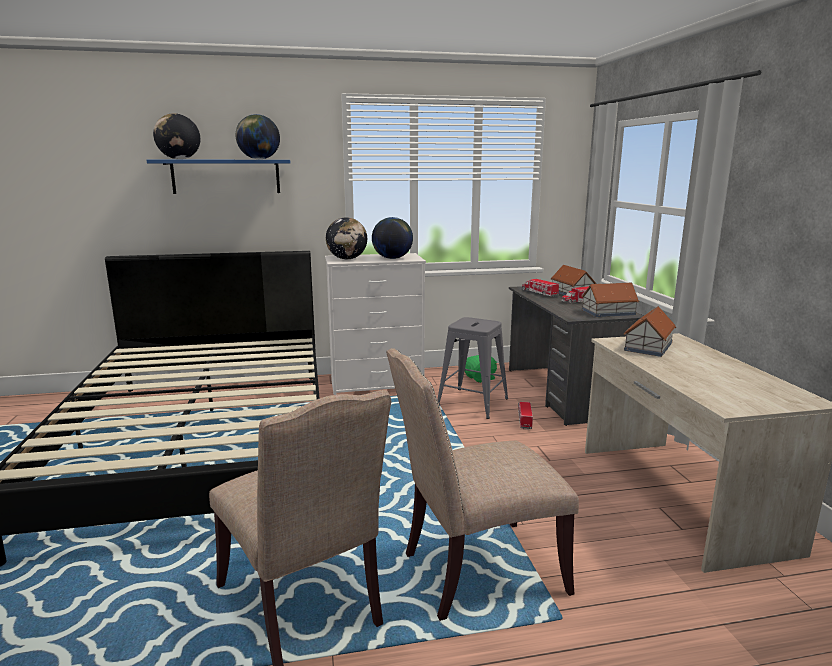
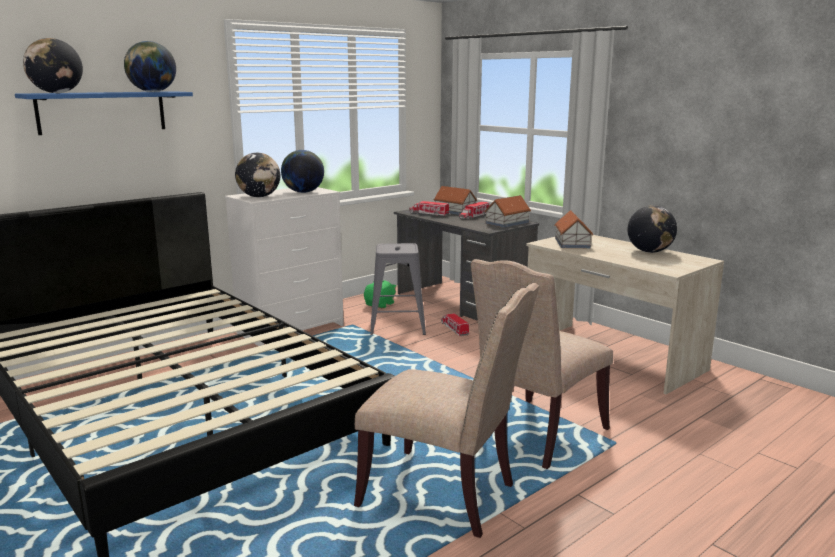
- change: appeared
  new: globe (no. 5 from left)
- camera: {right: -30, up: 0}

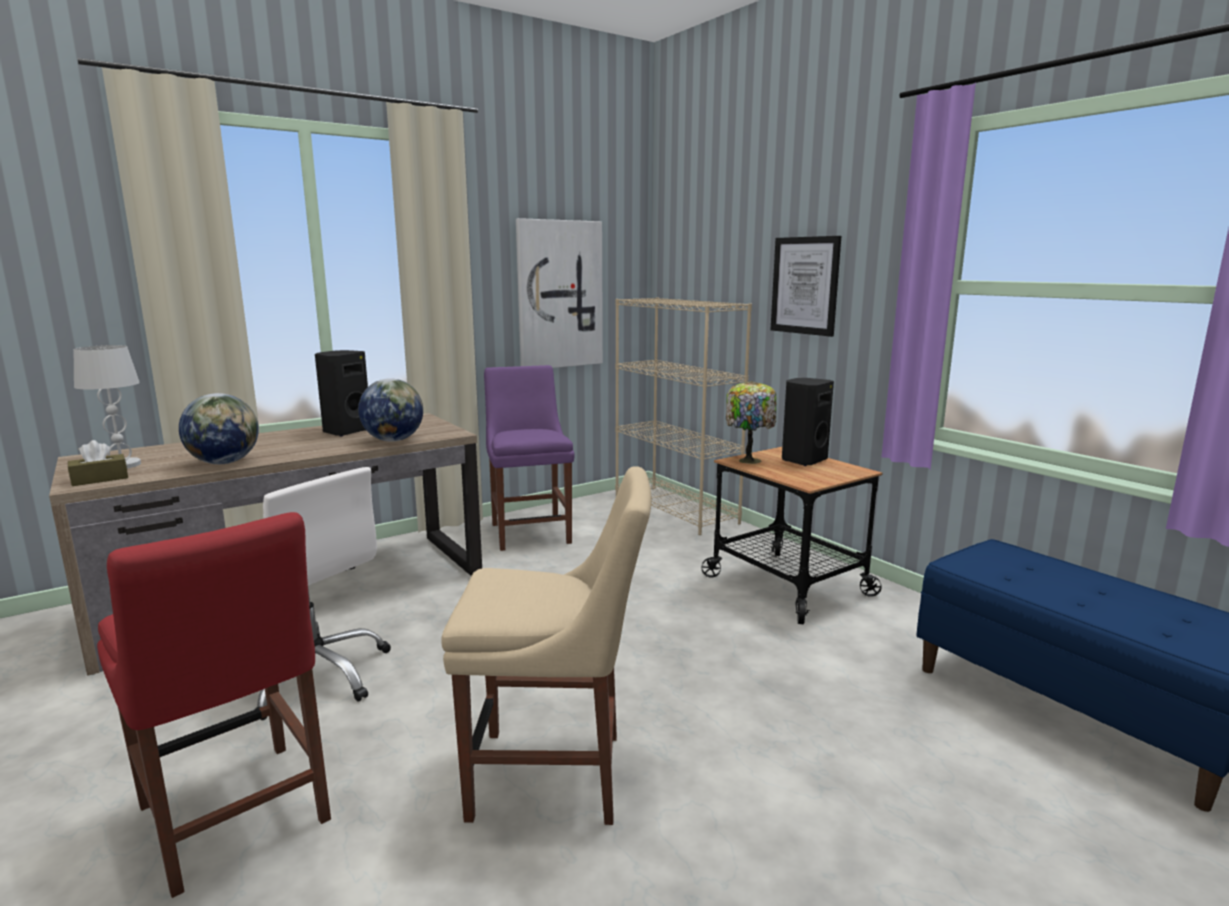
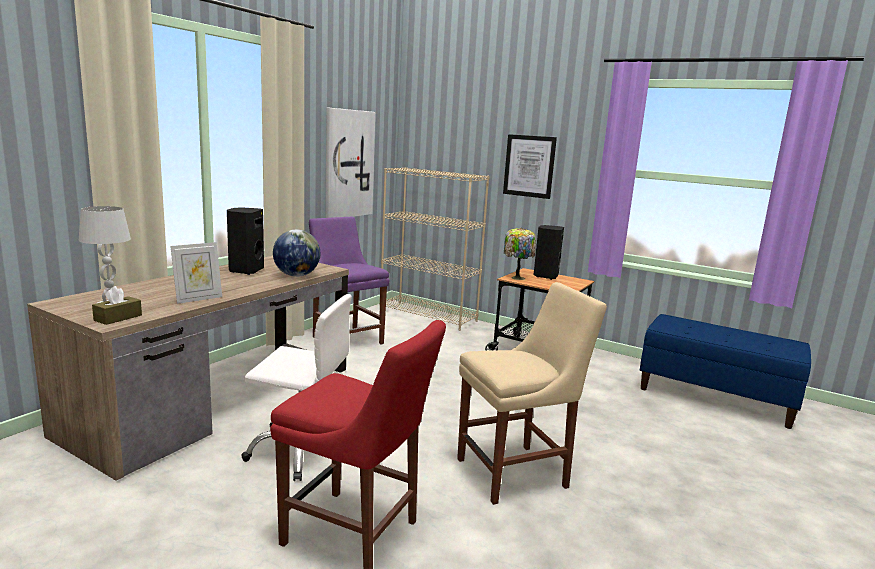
- change: exchanged
  old: globe (no. 1 from left)
  new: standing frame
- camera: {right: -25, up: 0}

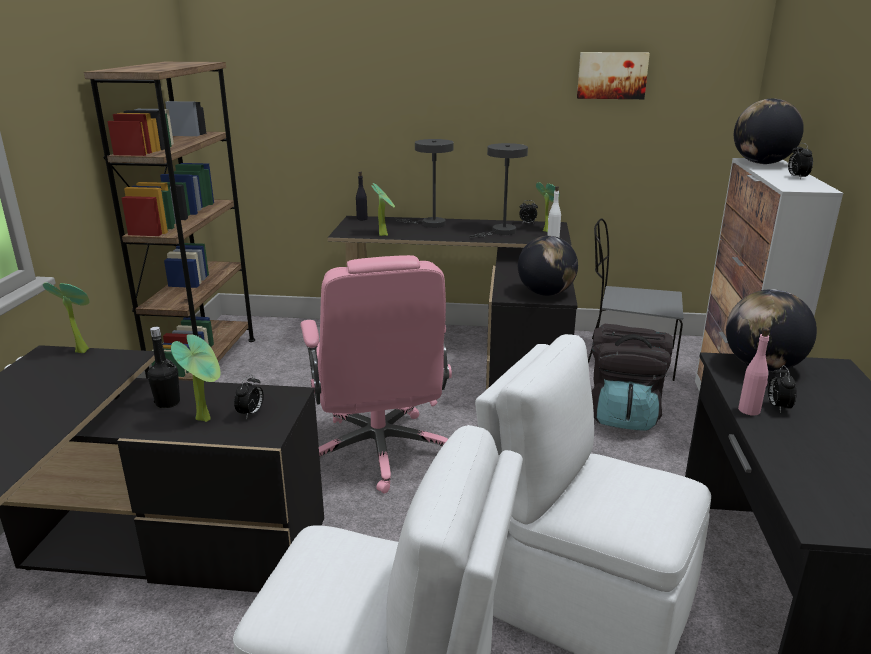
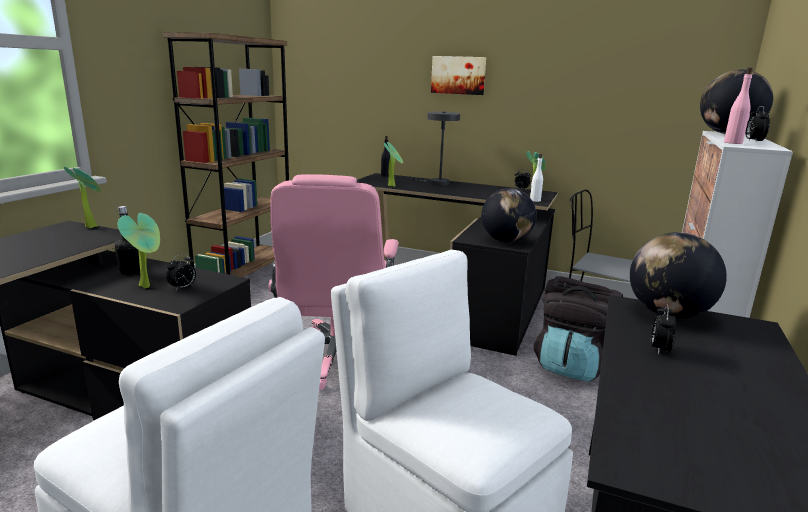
- change: relocated
  old: picture
- change: relocated
  old: bottle (pink)
- change: missing
  old: lamp for a table (gray) (no. 2 from left)
- camera: {right: 15, up: -5}

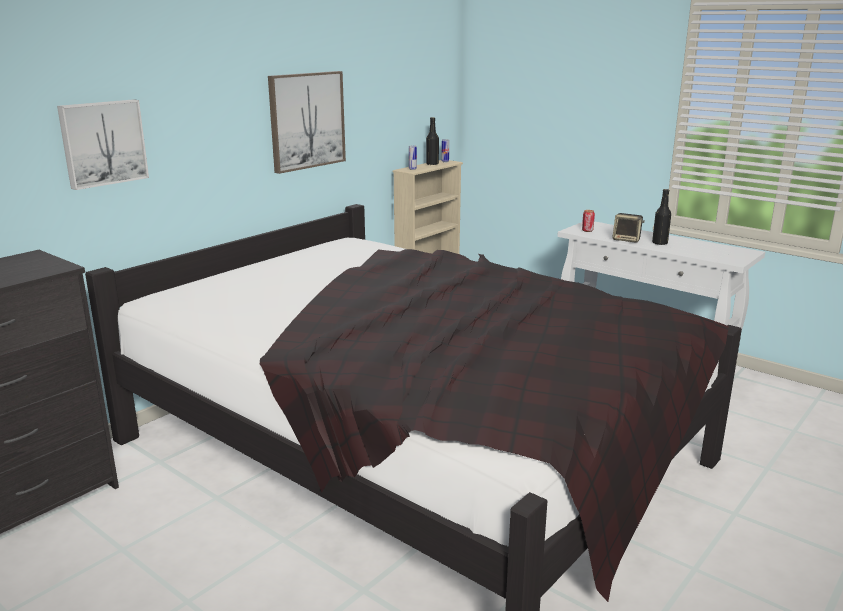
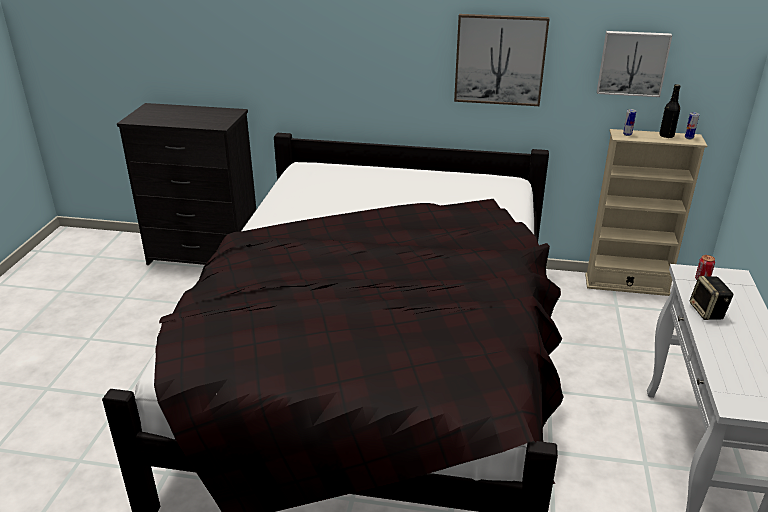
- change: relocated
  old: picture (no. 1 from left in the first image)
  new: picture (no. 2 from left)
- change: missing
  old: bottle (black) (no. 2 from left)
- camera: {right: 60, up: 10}

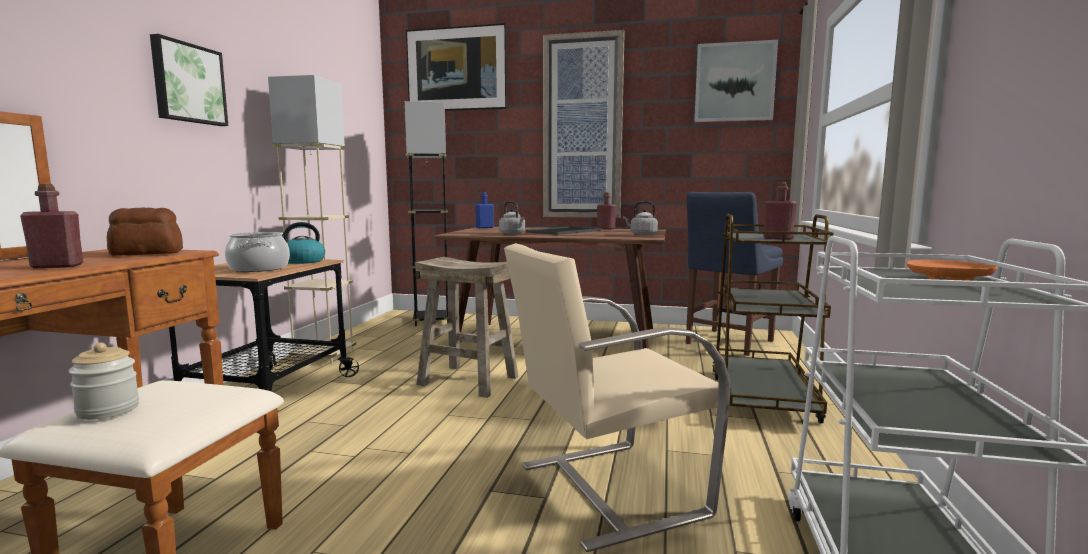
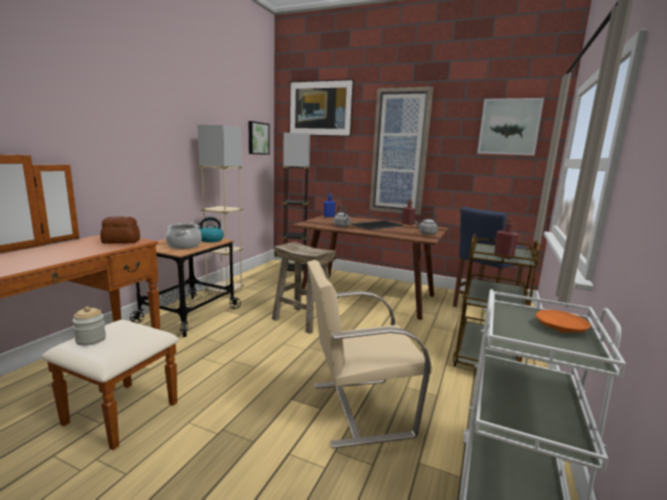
- change: relocated
  old: picture (no. 1 from left)
- change: missing
  old: bottle (reddish) (no. 1 from left)
- camera: {right: 10, up: 5}

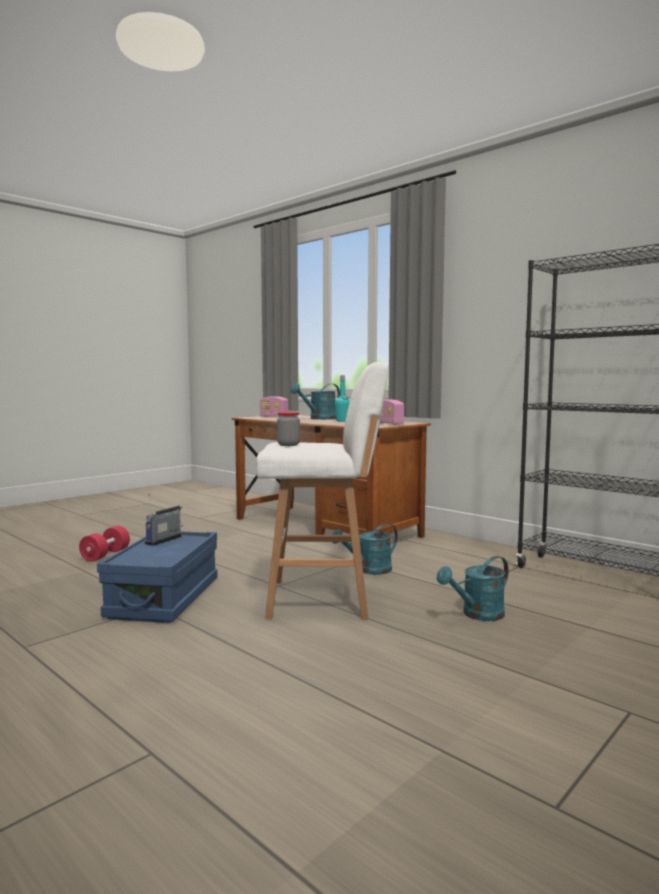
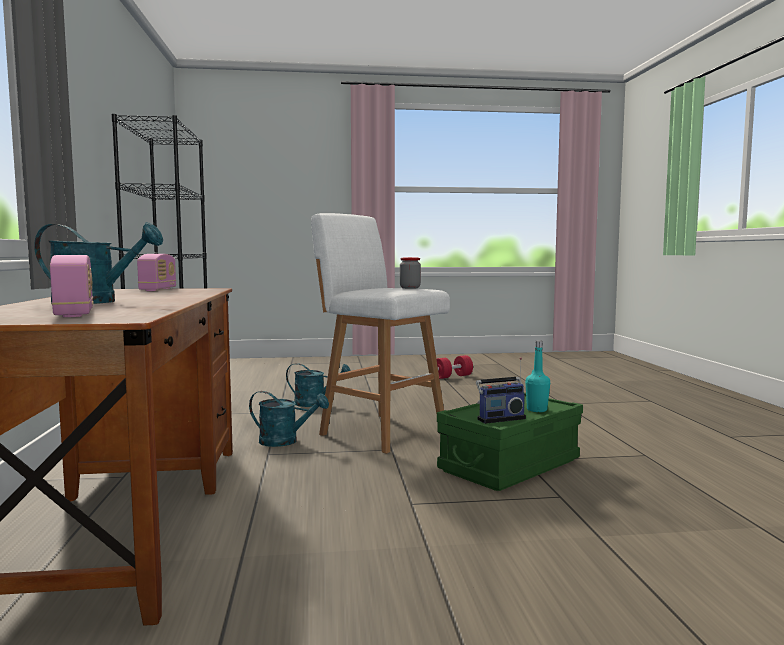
- change: relocated
  old: hand weight (reddish)
- change: colour
  old: storage bin (bluish)
  new: storage bin (greenish)
- change: relocated
  old: bottle (turquoise)
- camera: {right: -140, up: 0}

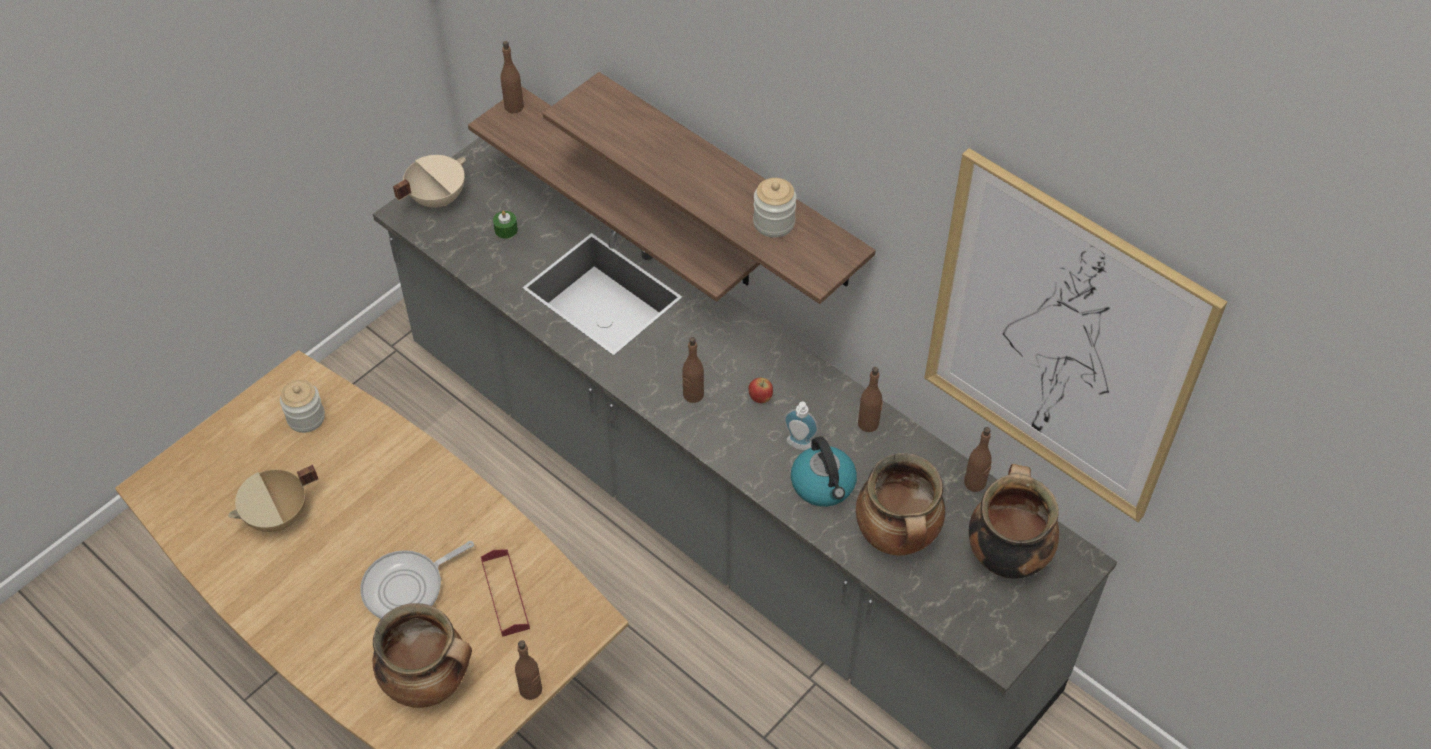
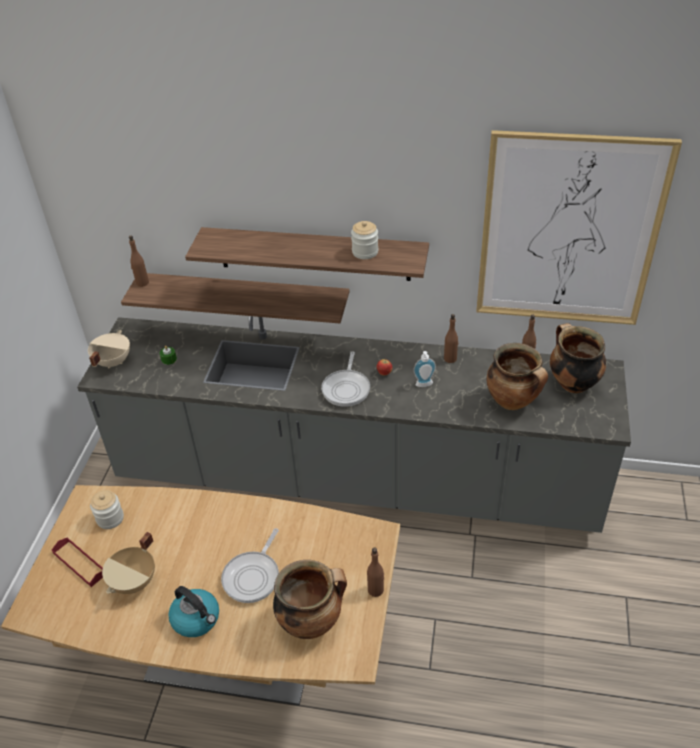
- change: relocated
  old: tray (reddish)
- change: relocated
  old: tea kettle
- change: exchanged
  old: bottle (brown-coloured) (no. 3 from left)
  new: frying pan (no. 2 from left)
- camera: {right: -30, up: -10}

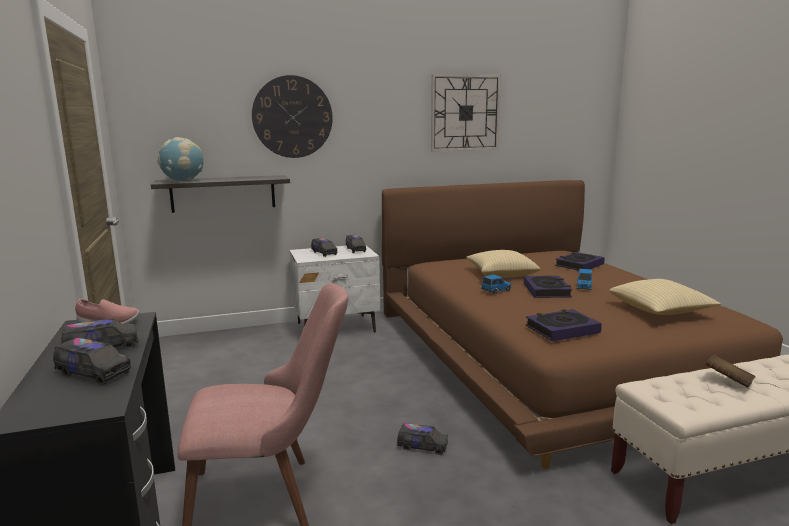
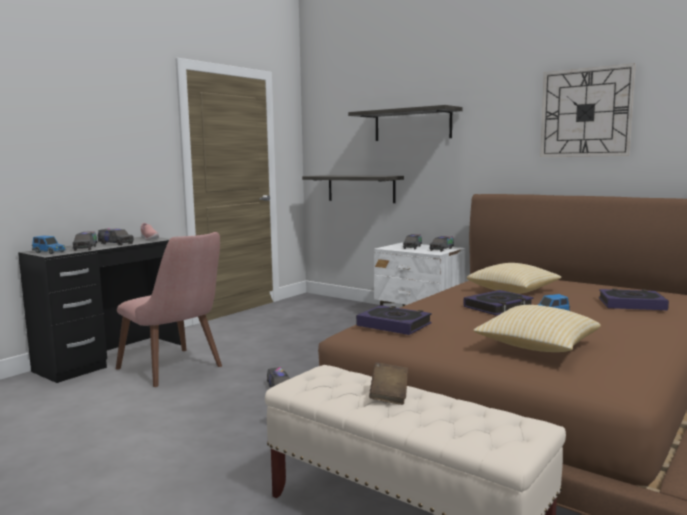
- change: relocated
  old: model car (no. 1 from left)
- change: exchanged
  old: hanging clock (no. 1 from left)
  new: wall shelf (no. 2 from left)
- change: missing
  old: globe
- camera: {right: 55, up: -5}

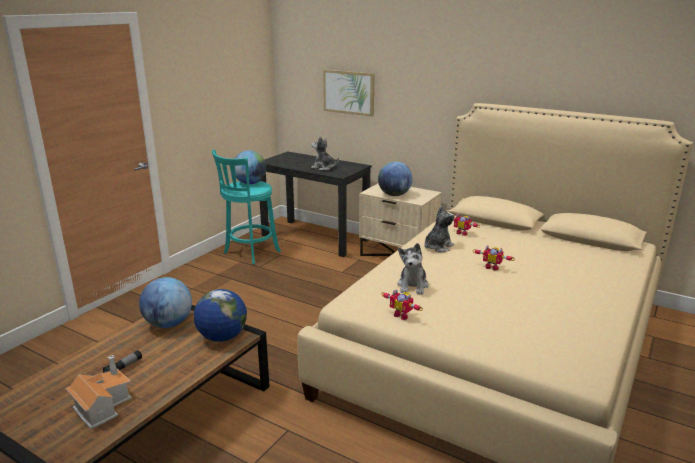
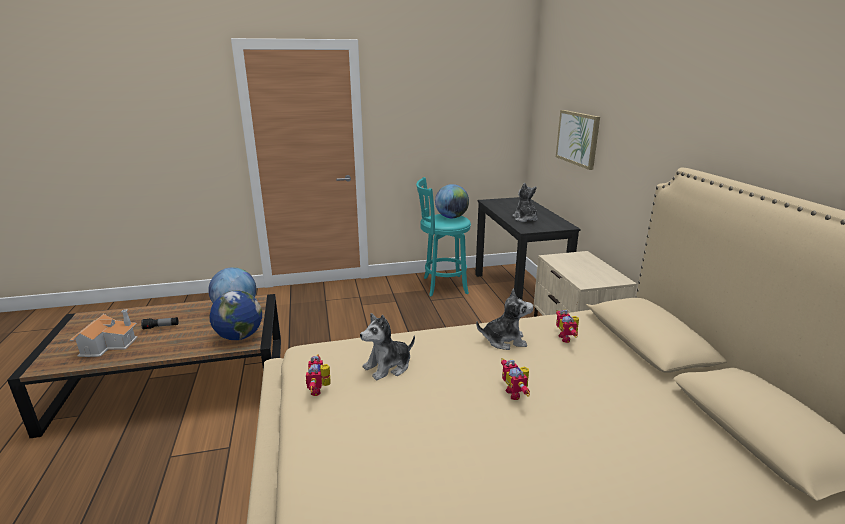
- change: missing
  old: globe (no. 4 from left)
- camera: {right: 45, up: 0}

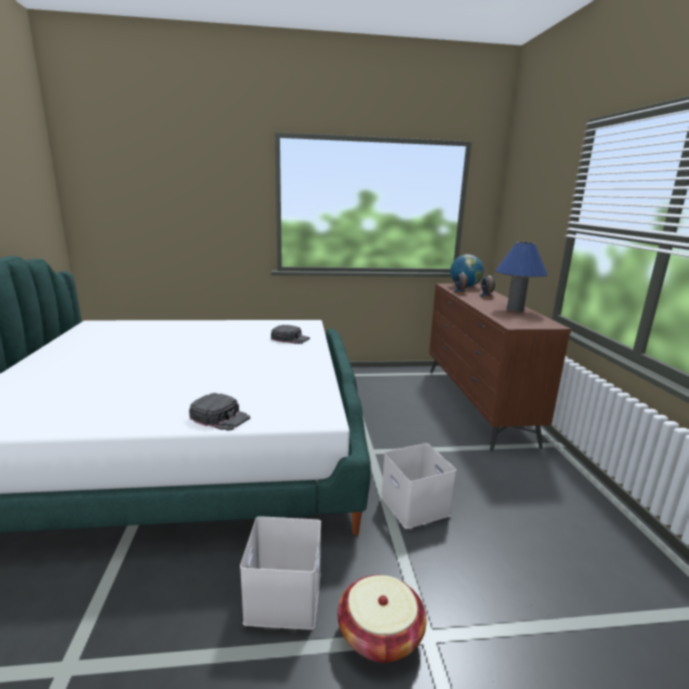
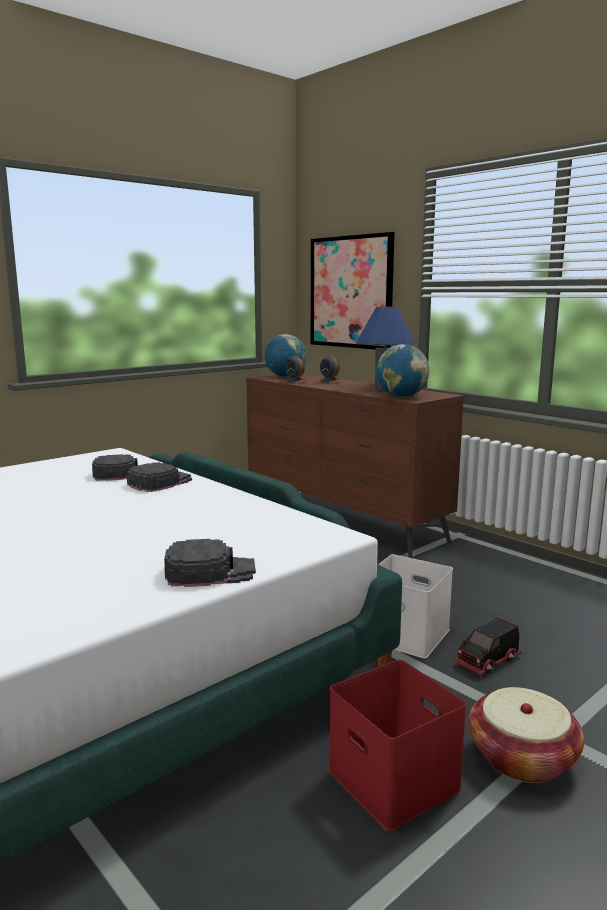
- change: appeared
  new: cap (black) (no. 2 from left)
- change: appeared
  new: picture
- change: colour
  old: storage bin (white) (no. 1 from left)
  new: storage bin (reddish)
- change: appeared
  new: globe (no. 2 from left)
- change: appeared
  new: model truck
- camera: {right: -35, up: -5}

